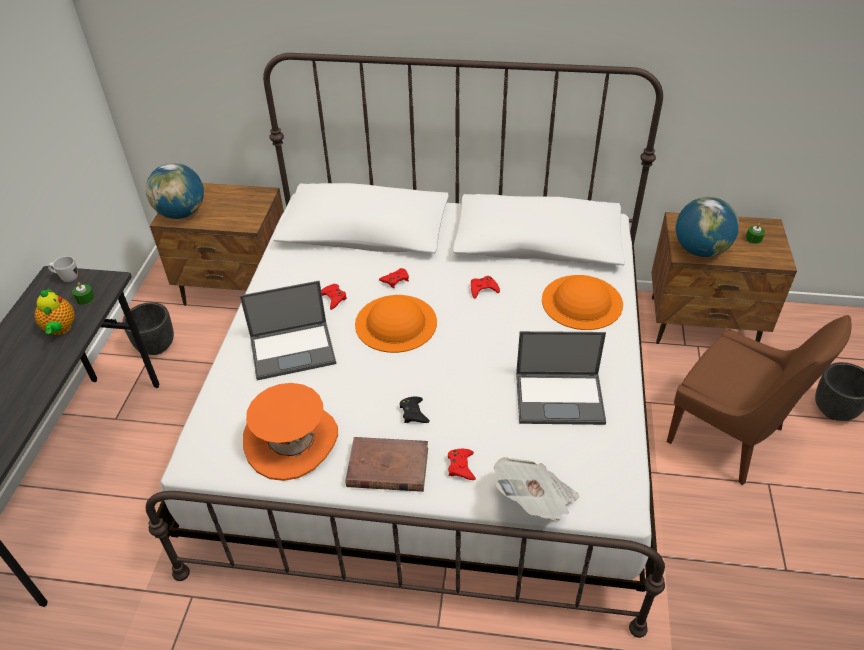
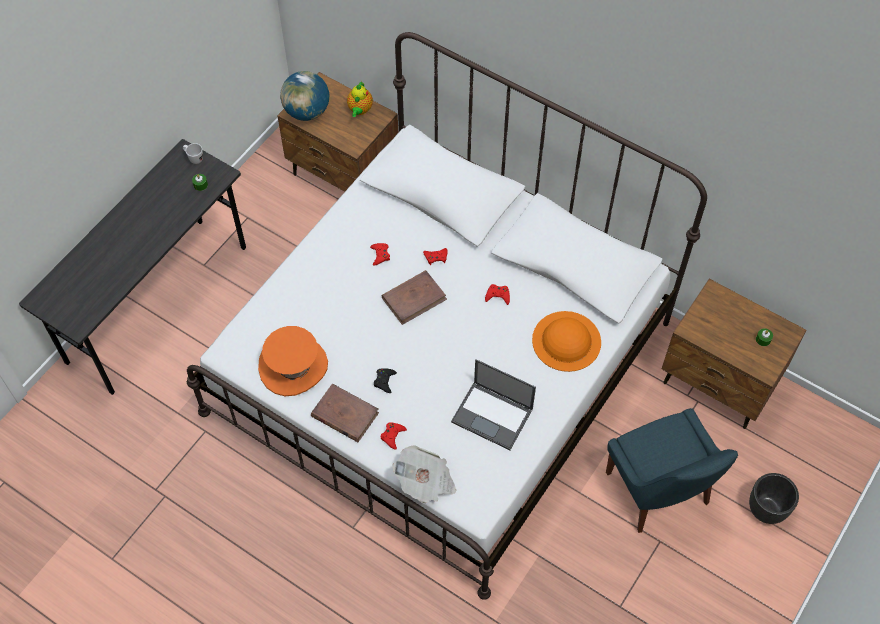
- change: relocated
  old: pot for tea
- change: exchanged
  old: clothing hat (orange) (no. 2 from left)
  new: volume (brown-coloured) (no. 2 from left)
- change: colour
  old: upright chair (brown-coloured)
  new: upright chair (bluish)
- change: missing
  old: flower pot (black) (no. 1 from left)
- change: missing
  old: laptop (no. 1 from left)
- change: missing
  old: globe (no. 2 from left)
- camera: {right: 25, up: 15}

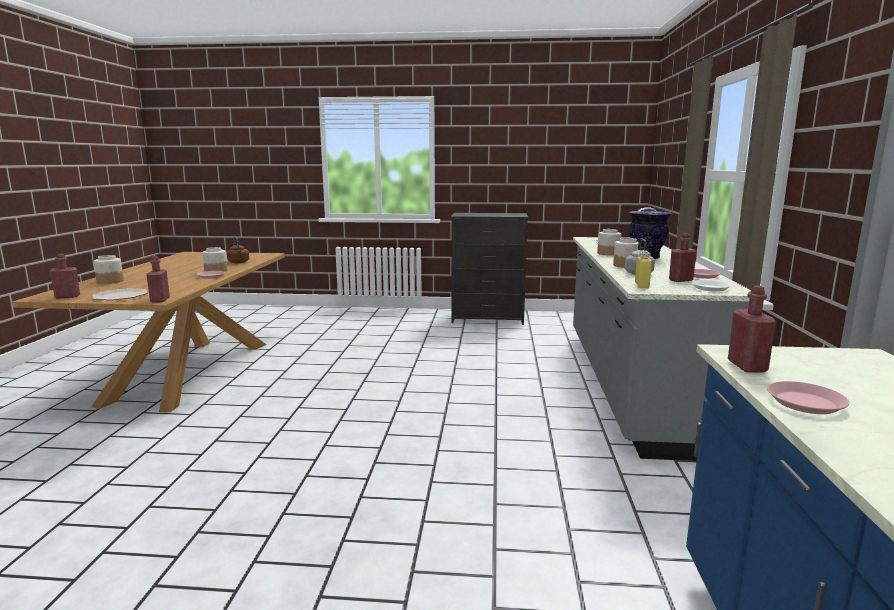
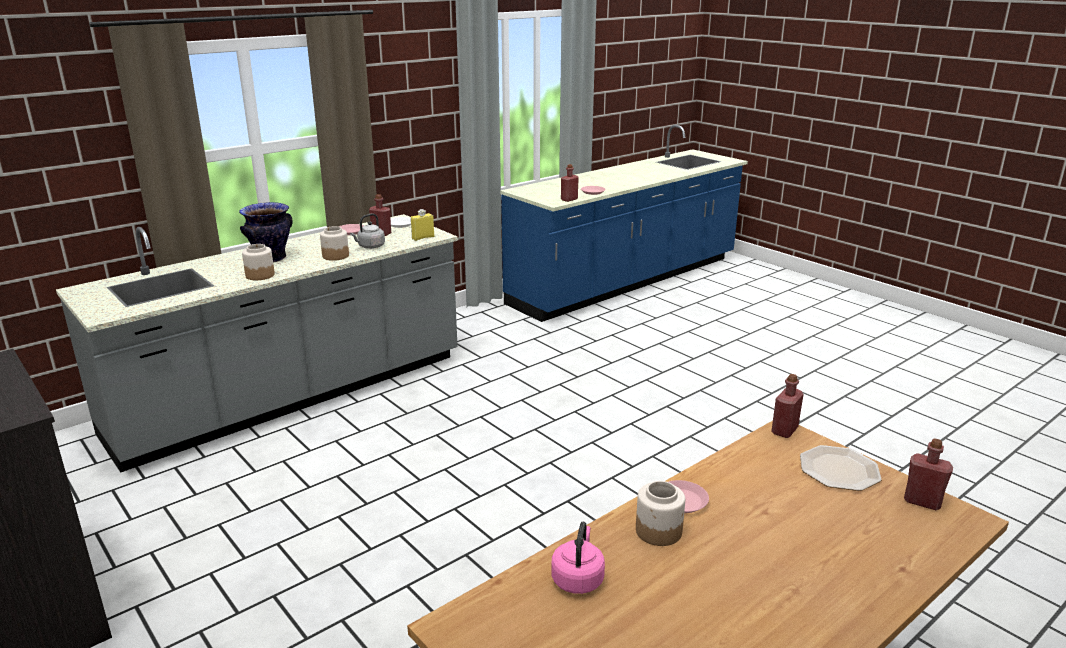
- change: colour
  old: tea kettle (brown-coloured)
  new: tea kettle (pink)
- change: missing
  old: preserve jar (no. 1 from left)
- camera: {right: -135, up: 10}

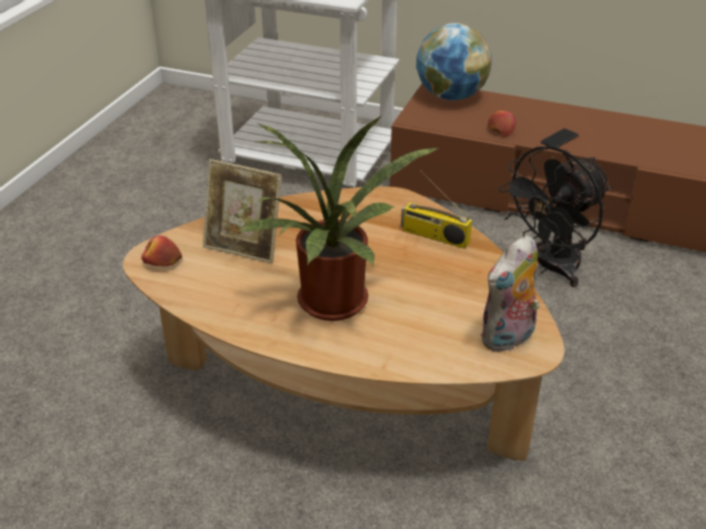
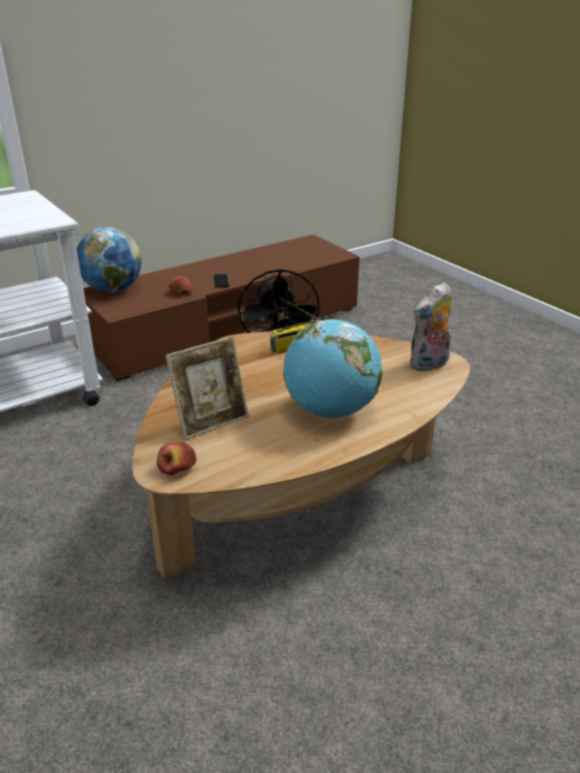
- change: exchanged
  old: potted plant
  new: globe (no. 2 from left)
- change: spun
  old: plush toy
  degrees: 60
- camera: {right: -55, up: -5}

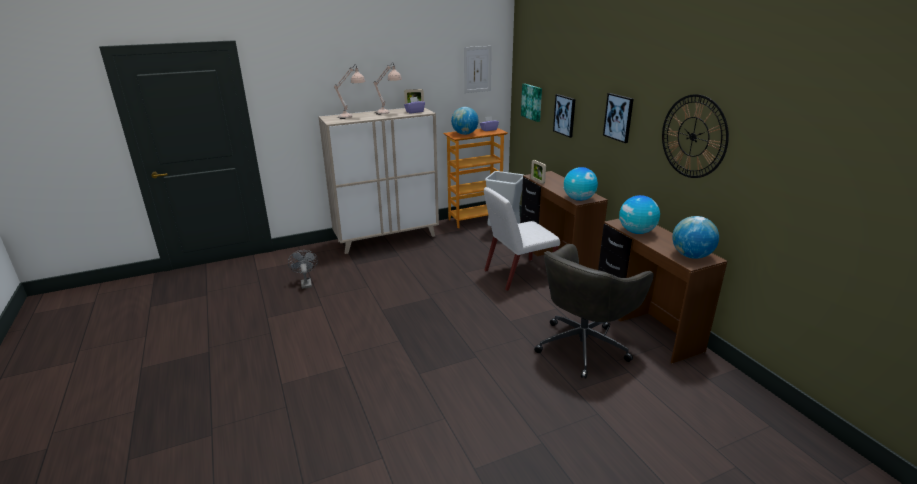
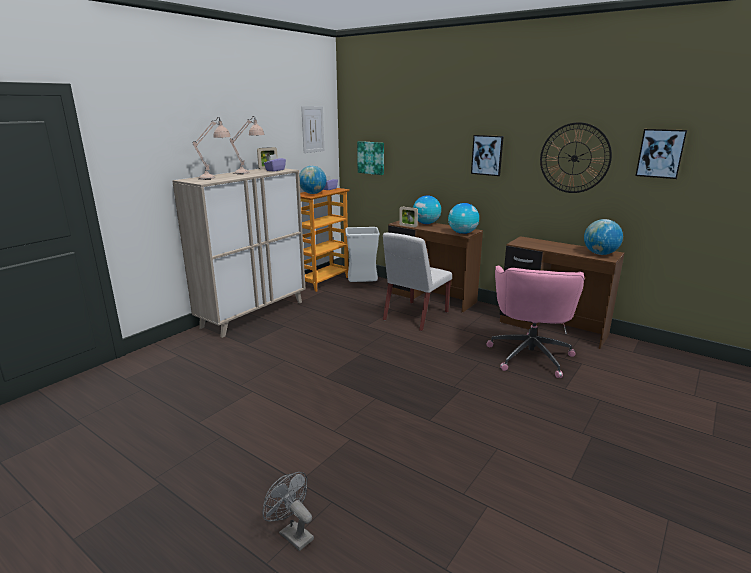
- change: relocated
  old: electric fan (gray)
- change: relocated
  old: globe (no. 3 from left in the first image)
  new: globe (no. 2 from left)
- change: colour
  old: office chair (gray)
  new: office chair (pink)
- change: relocated
  old: picture (no. 3 from left in the first image)
  new: picture (no. 4 from left)
- camera: {right: -30, up: -5}

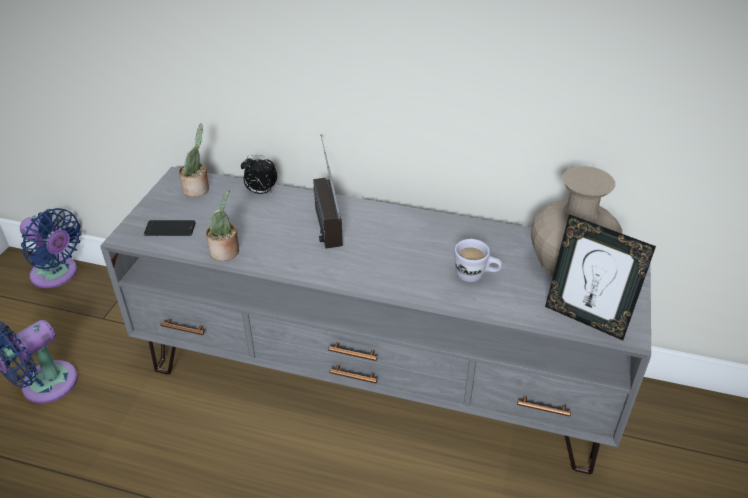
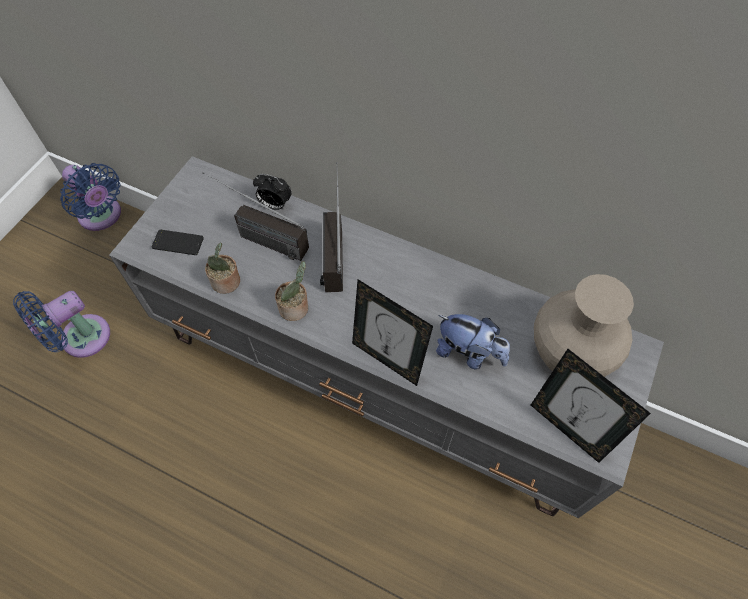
- change: appeared
  new: radio (no. 1 from left)
- change: relocated
  old: potted plant (no. 1 from left in the first image)
  new: potted plant (no. 2 from left)
- change: appeared
  new: standing frame (no. 1 from left)
- change: exchanged
  old: tea mug (white)
  new: plush toy
- camera: {right: 10, up: 20}

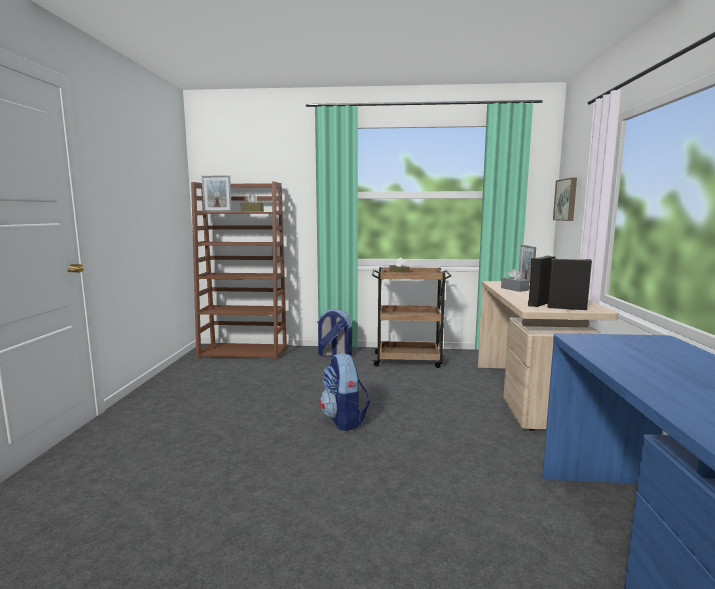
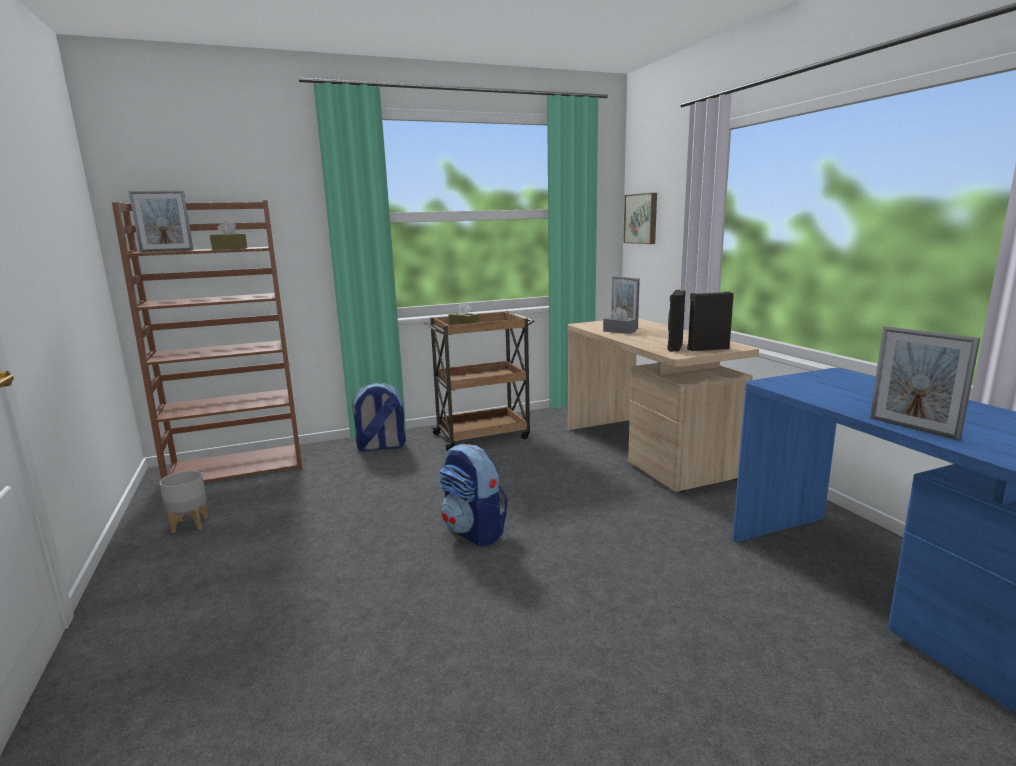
- change: appeared
  new: flower pot (gray)
- change: appeared
  new: standing frame (no. 3 from left)
- camera: {right: -25, up: 5}

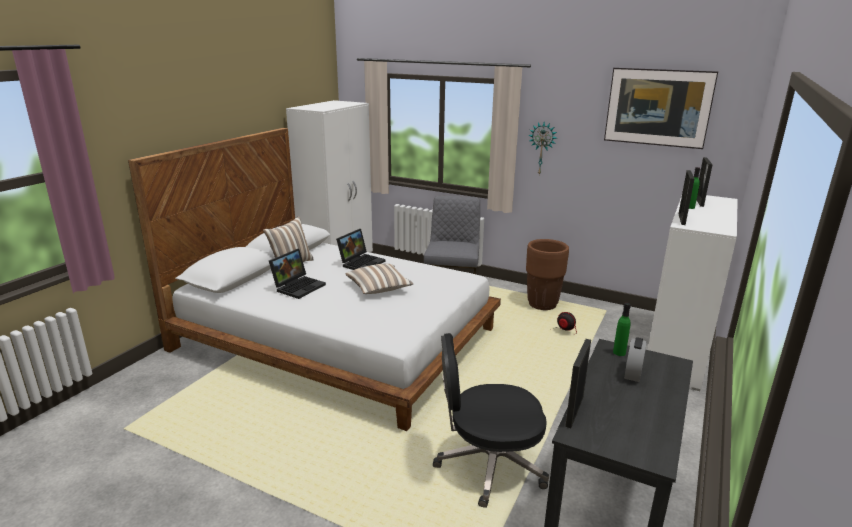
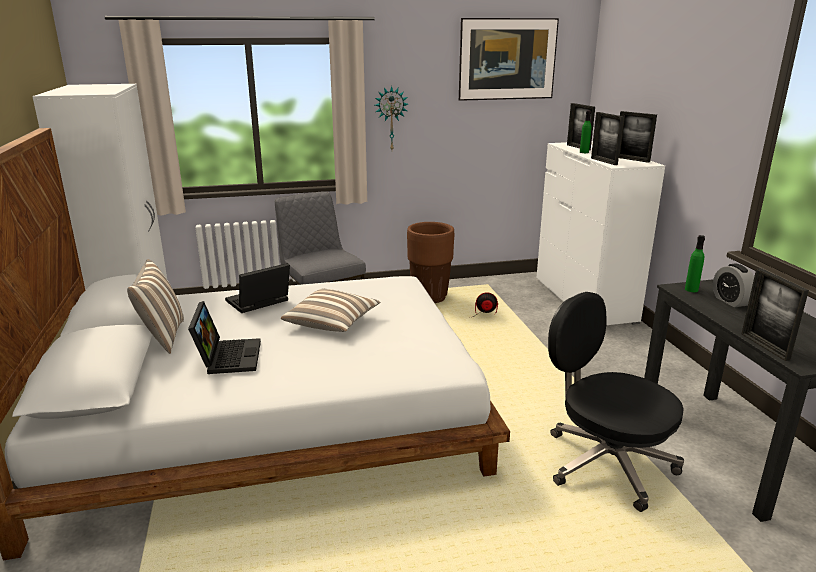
- change: spun
  old: laptop (no. 2 from left)
  degrees: -120
- change: spun
  old: office chair (black)
  degrees: 90
- change: appeared
  new: standing frame (no. 3 from left)
- camera: {right: -40, up: 0}

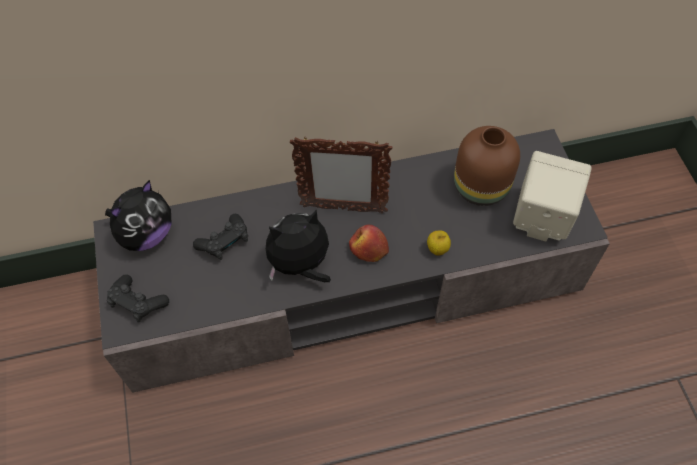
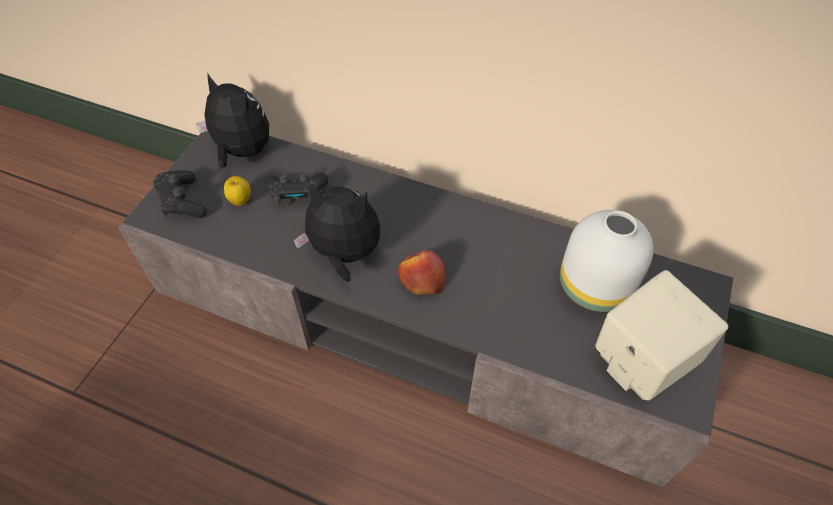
- change: spun
  old: plush toy (no. 1 from left)
  degrees: -135
- change: relocated
  old: apple fruit (no. 2 from left in the first image)
  new: apple fruit (no. 1 from left)
- change: colour
  old: vase (brown-coloured)
  new: vase (white)
- change: missing
  old: standing frame
- camera: {right: 35, up: -5}

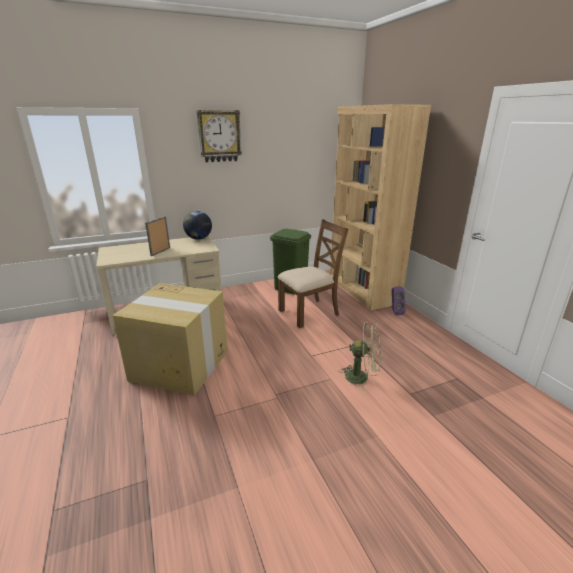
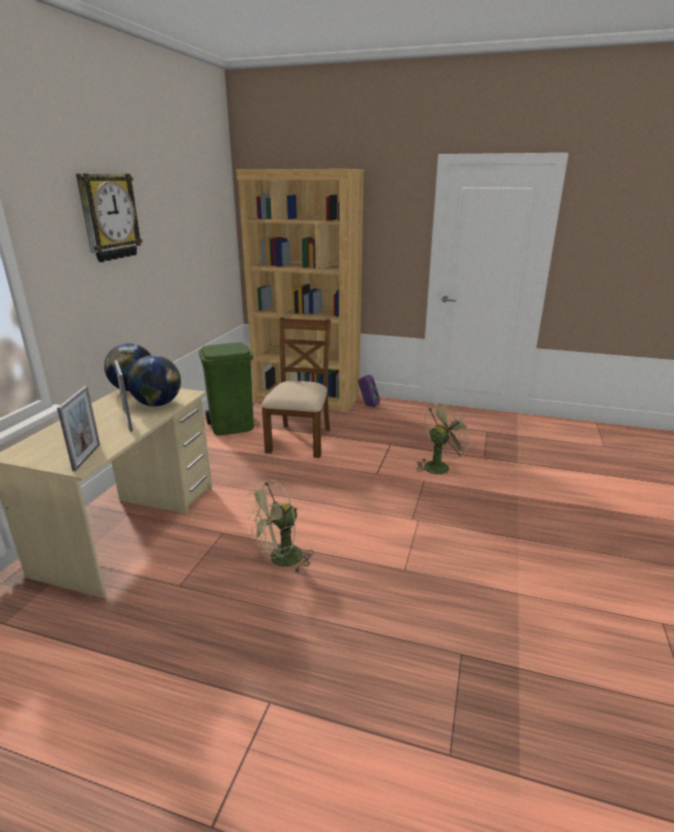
- change: appeared
  new: standing frame (no. 1 from left)
- change: appeared
  new: globe (no. 2 from left)
- change: exchanged
  old: packing box
  new: electric fan (greenish) (no. 1 from left)
- camera: {right: -50, up: 0}

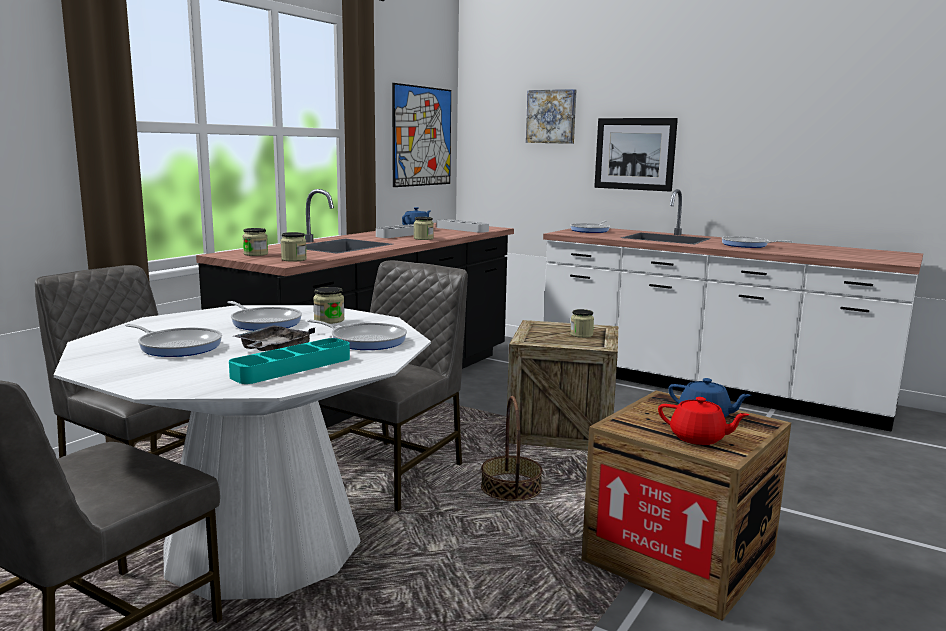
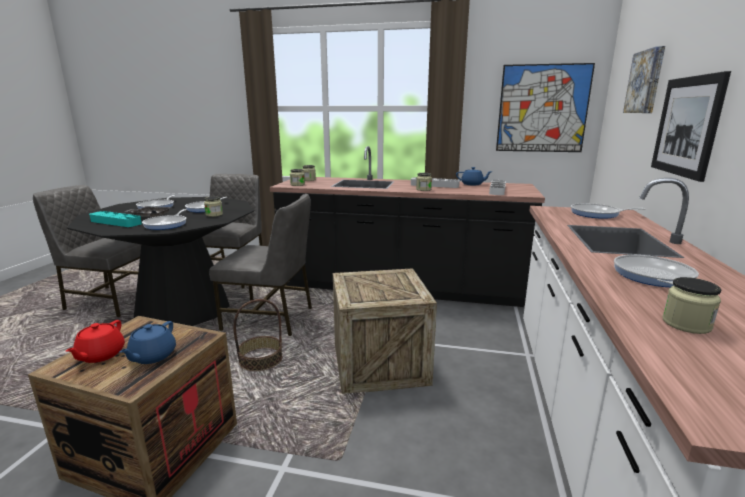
- change: colour
  old: kitchen table (white)
  new: kitchen table (black)
- change: relocated
  old: preserve jar (no. 5 from left)
- camera: {right: 70, up: 5}

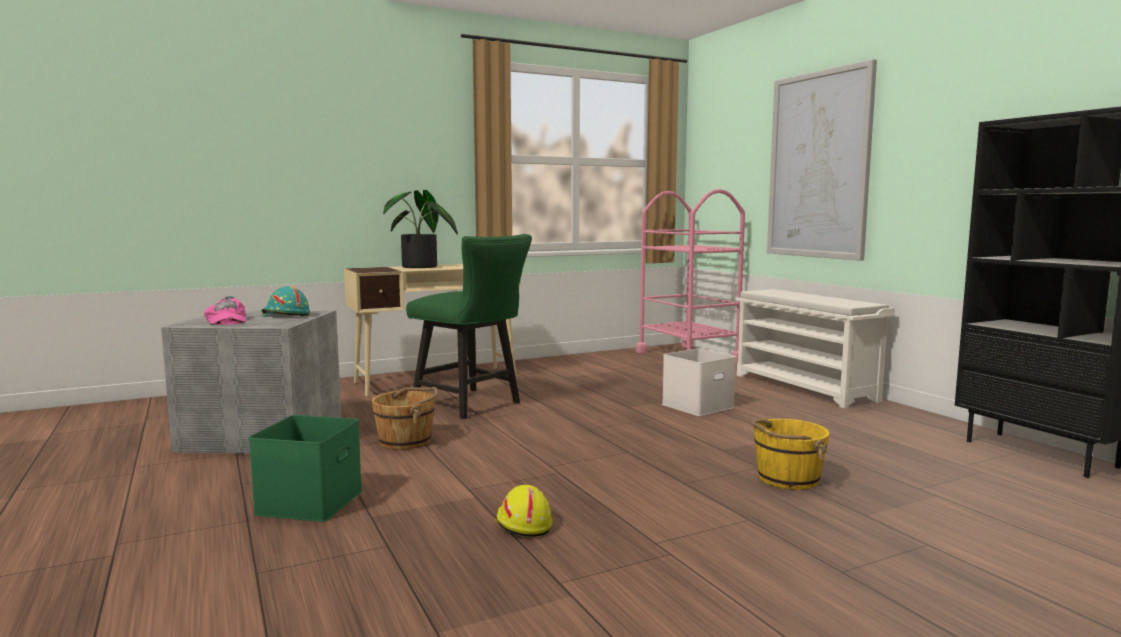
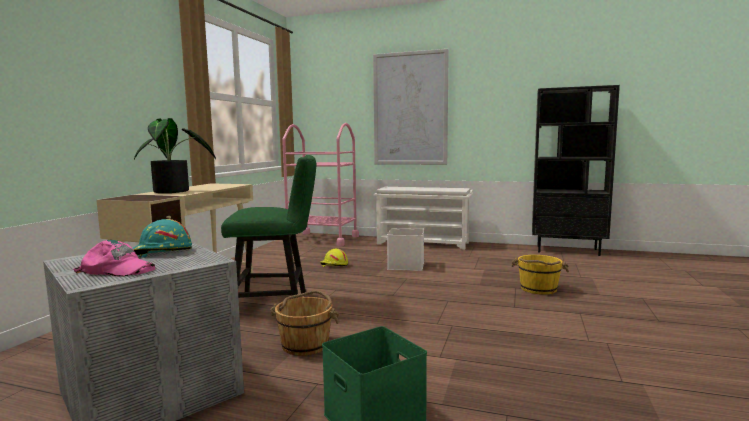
- change: relocated
  old: work helmet (yellow)
- camera: {right: -45, up: 0}

